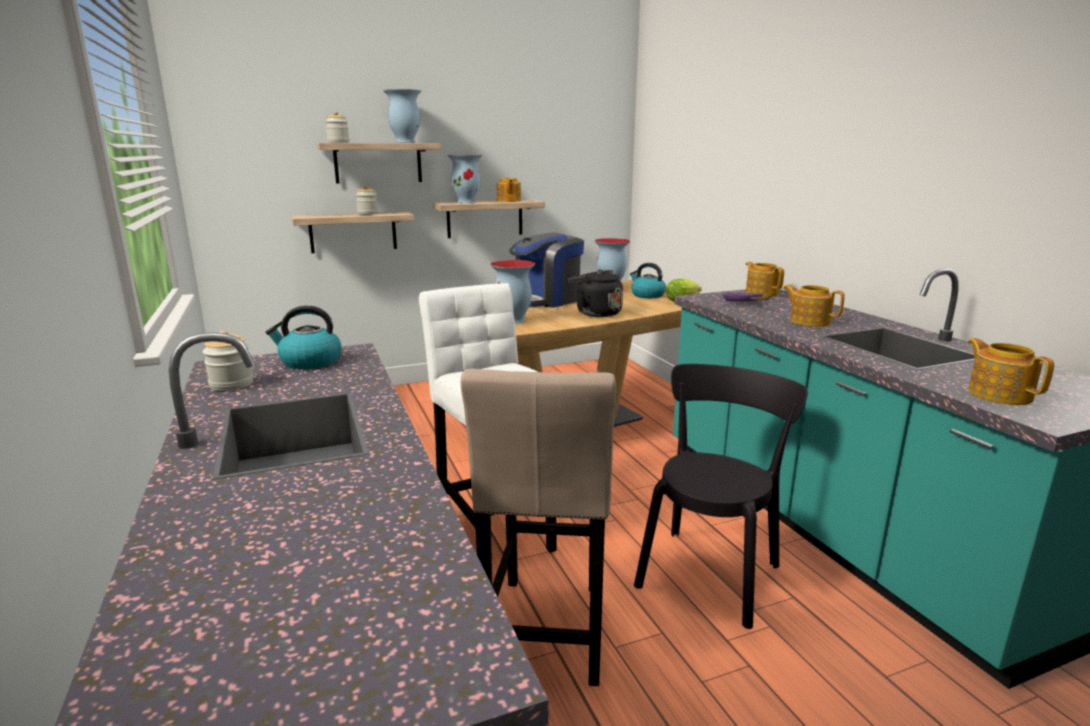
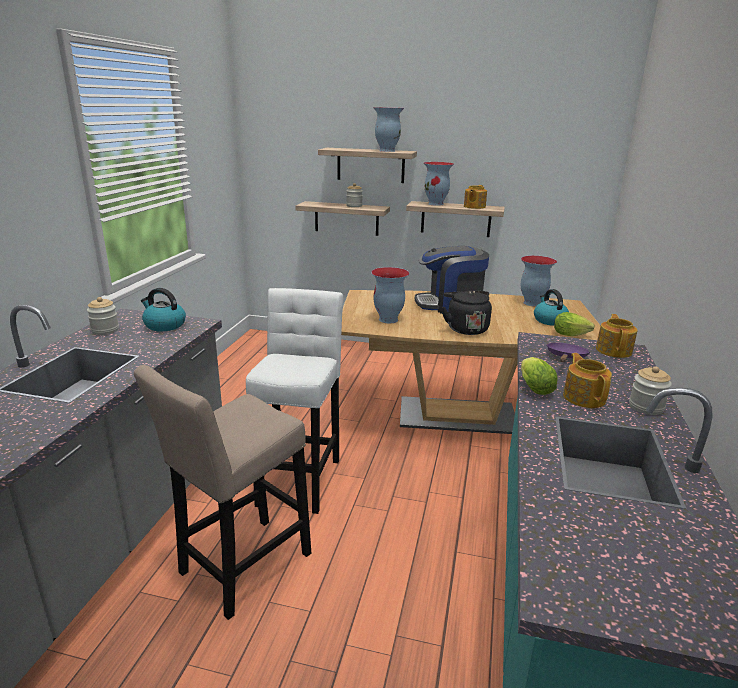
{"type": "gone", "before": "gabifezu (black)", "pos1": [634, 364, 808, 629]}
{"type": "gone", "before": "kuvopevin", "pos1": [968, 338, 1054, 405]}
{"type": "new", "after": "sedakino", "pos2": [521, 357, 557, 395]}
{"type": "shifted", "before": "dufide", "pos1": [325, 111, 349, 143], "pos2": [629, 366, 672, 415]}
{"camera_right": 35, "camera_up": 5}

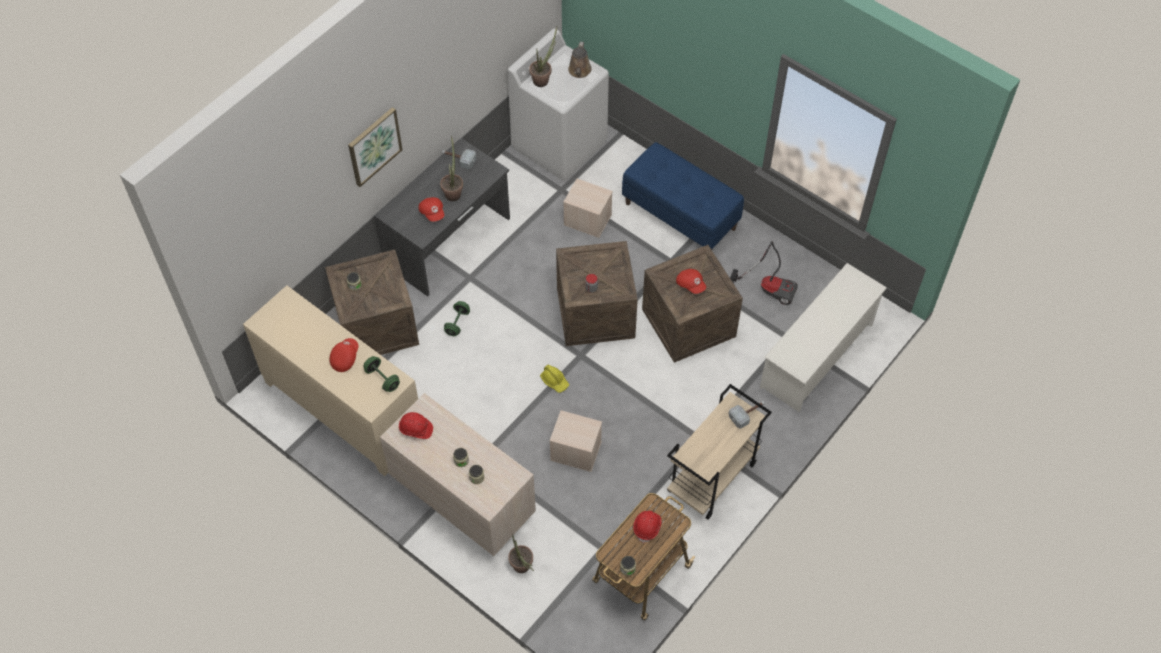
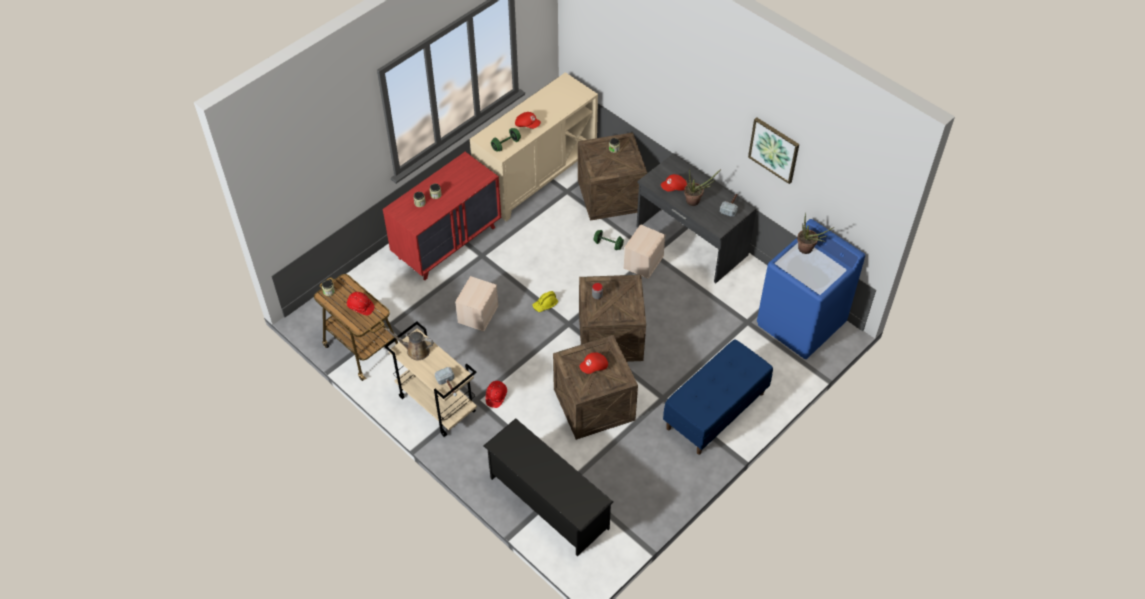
{"type": "gone", "before": "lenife", "pos1": [508, 534, 534, 573]}
{"type": "gone", "before": "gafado", "pos1": [730, 241, 798, 305]}
{"type": "shifted", "before": "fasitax", "pos1": [348, 107, 402, 187], "pos2": [748, 117, 799, 184]}
{"type": "shifted", "before": "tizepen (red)", "pos1": [399, 412, 433, 439], "pos2": [485, 381, 507, 408]}
{"type": "shifted", "before": "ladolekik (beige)", "pos1": [563, 179, 613, 238], "pos2": [624, 224, 666, 279]}
{"type": "shifted", "before": "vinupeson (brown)", "pos1": [568, 42, 592, 78], "pos2": [385, 328, 434, 360]}
{"type": "repainted", "before": "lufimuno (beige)", "after": "lufimuno (red)", "pos1": [380, 393, 536, 556], "pos2": [383, 152, 501, 280]}
{"type": "repainted", "before": "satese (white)", "after": "satese (blue)", "pos1": [508, 28, 609, 181], "pos2": [757, 219, 865, 359]}
{"type": "repainted", "before": "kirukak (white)", "after": "kirukak (black)", "pos1": [760, 263, 887, 412], "pos2": [484, 418, 613, 556]}
{"camera_right": 95, "camera_up": -5}

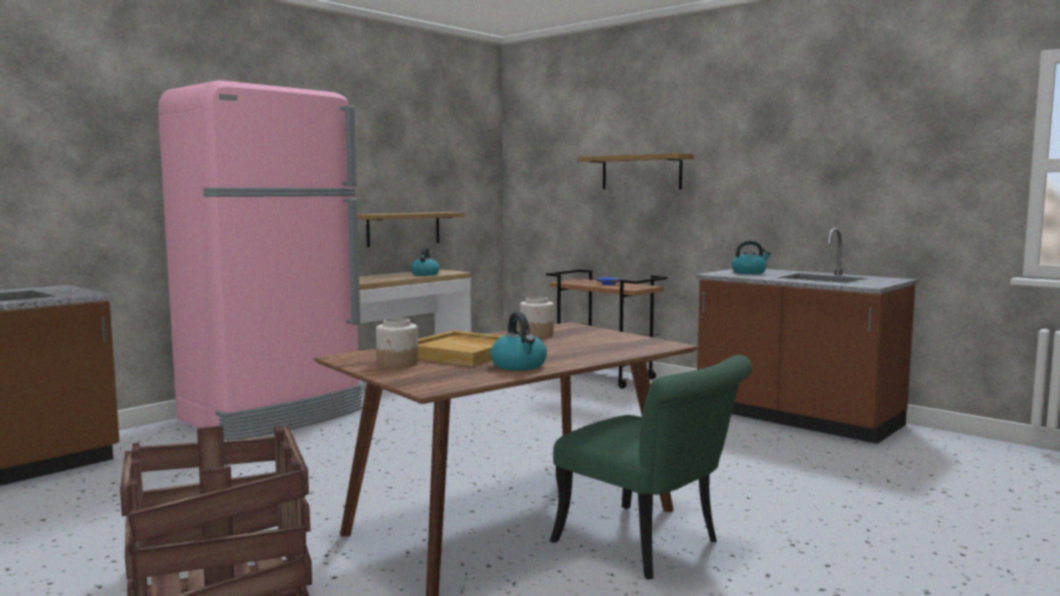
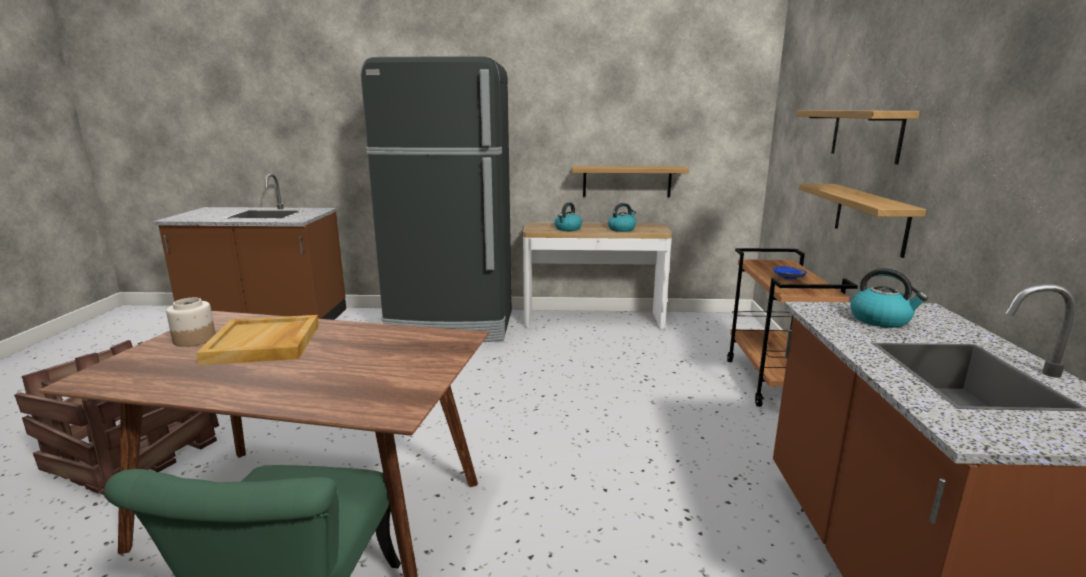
{"type": "gone", "before": "dufide", "pos1": [520, 297, 554, 338]}
{"type": "new", "after": "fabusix", "pos2": [799, 184, 926, 258]}
{"type": "shifted", "before": "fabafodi", "pos1": [490, 312, 547, 371], "pos2": [554, 202, 582, 231]}
{"type": "repainted", "before": "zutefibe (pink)", "after": "zutefibe (black)", "pos1": [158, 80, 362, 440], "pos2": [361, 56, 512, 342]}
{"camera_right": 50, "camera_up": 10}

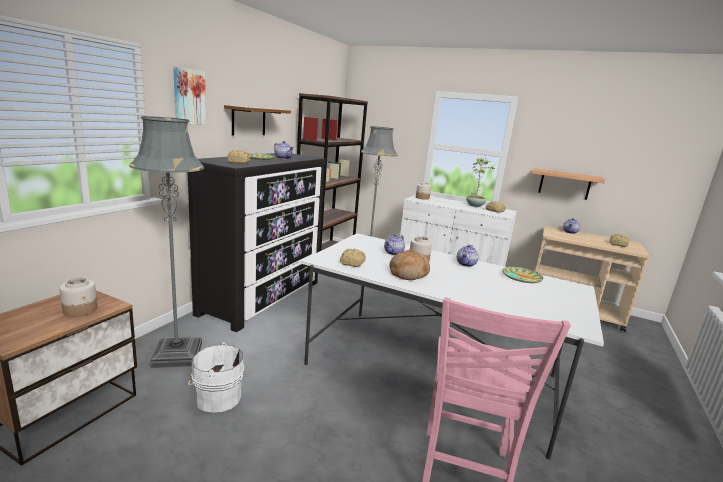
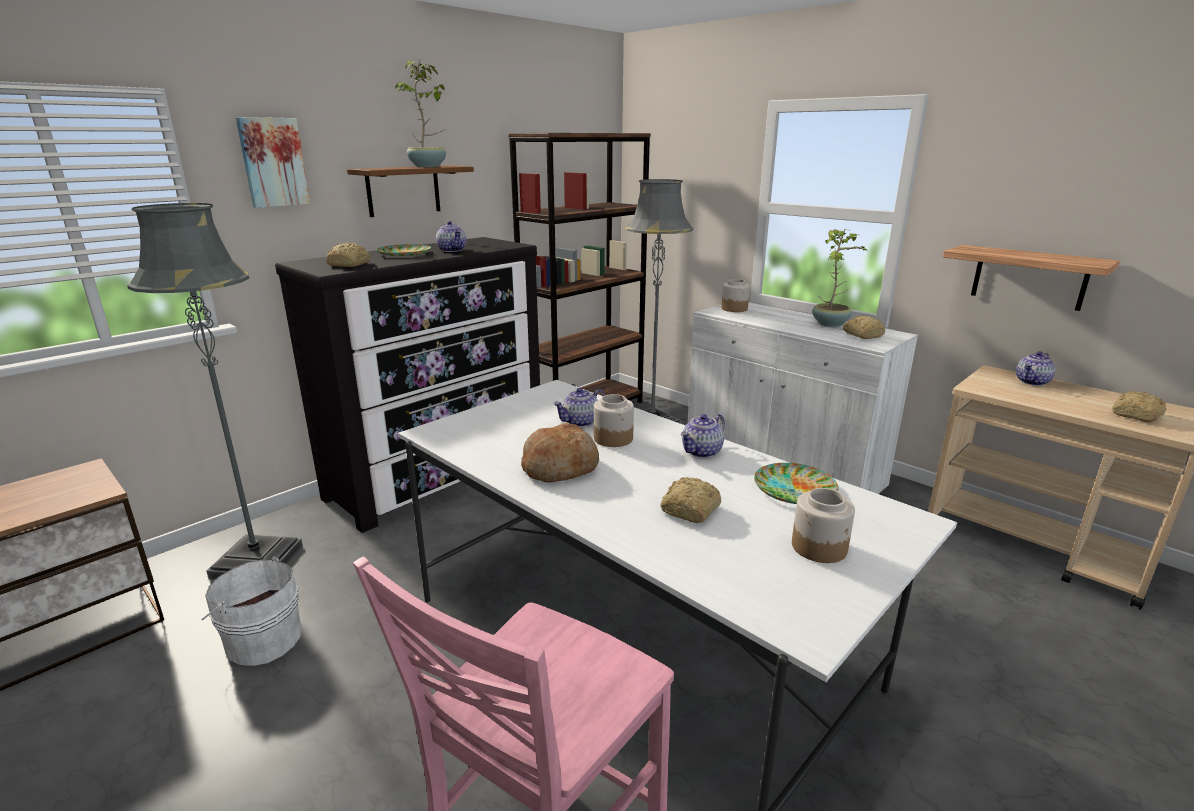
{"type": "new", "after": "lenife", "pos2": [395, 60, 446, 167]}
{"type": "shifted", "before": "dufide", "pos1": [59, 277, 98, 317], "pos2": [792, 488, 855, 563]}
{"type": "shifted", "before": "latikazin", "pos1": [340, 249, 366, 267], "pos2": [660, 477, 721, 523]}
{"camera_right": 20, "camera_up": 5}

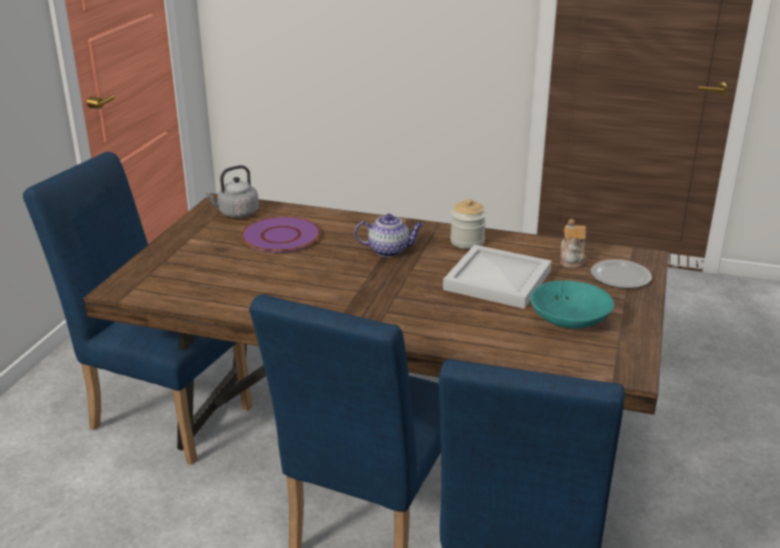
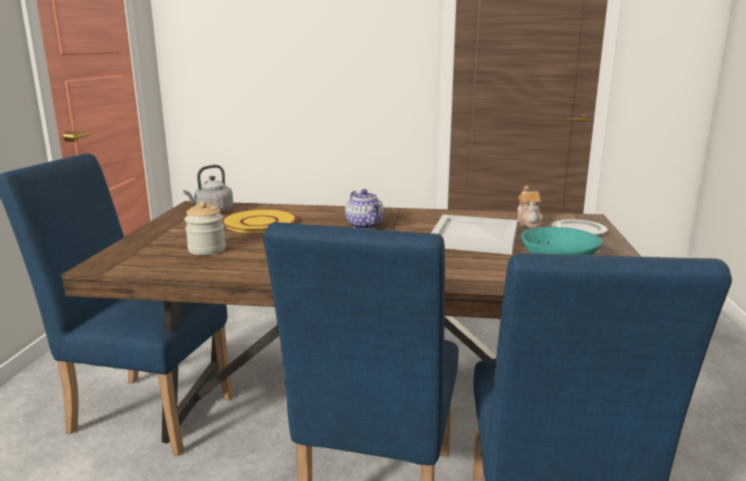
{"type": "shifted", "before": "dufide", "pos1": [450, 199, 486, 249], "pos2": [185, 201, 226, 255]}
{"type": "repainted", "before": "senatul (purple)", "after": "senatul (yellow)", "pos1": [241, 216, 320, 253], "pos2": [222, 209, 297, 233]}
{"type": "rotated", "before": "kuvopevin", "pos1": [354, 214, 423, 257], "pos2": [345, 189, 384, 229], "turn": 75}
{"camera_right": -10, "camera_up": -10}

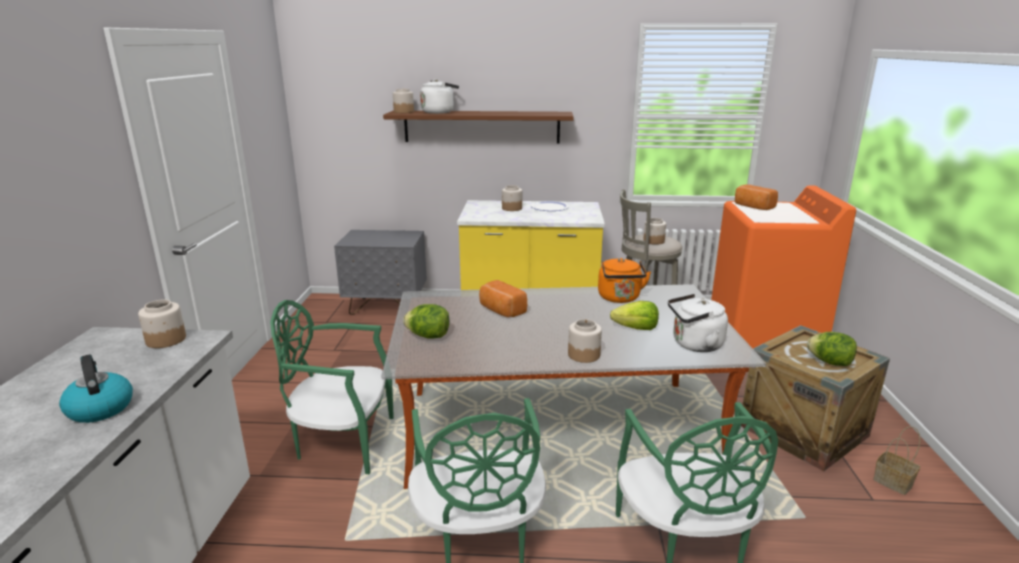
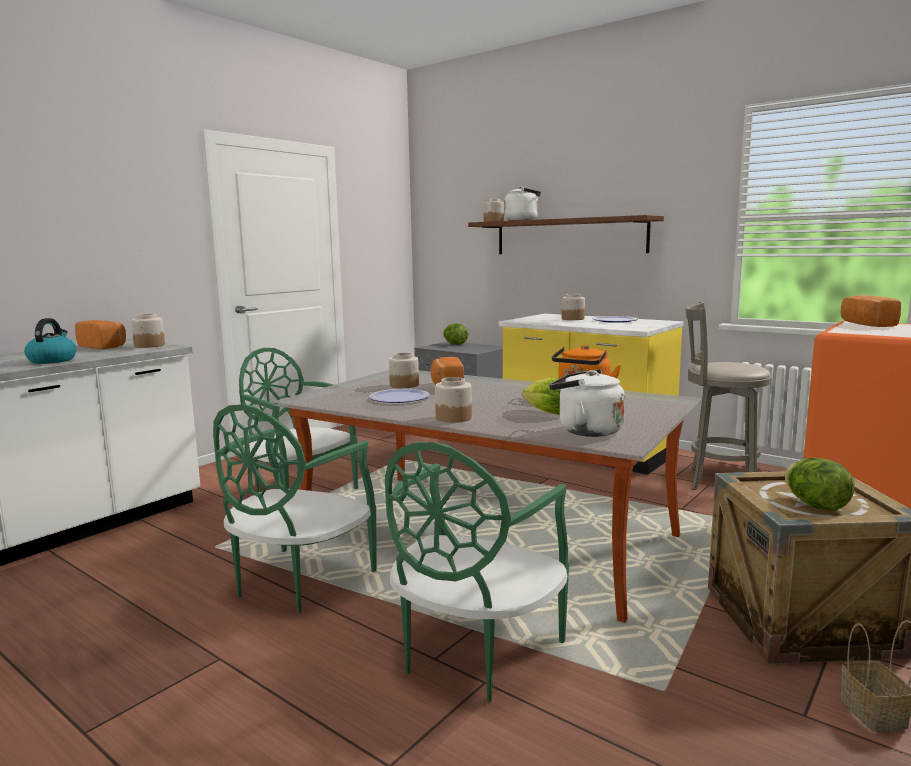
{"type": "new", "after": "latikazin", "pos2": [75, 320, 126, 349]}
{"type": "new", "after": "senatul", "pos2": [369, 389, 430, 403]}
{"type": "shifted", "before": "sedakino", "pos1": [403, 304, 449, 339], "pos2": [443, 323, 468, 345]}
{"type": "shifted", "before": "dufide", "pos1": [643, 218, 666, 245], "pos2": [389, 353, 419, 389]}
{"camera_right": 35, "camera_up": -10}

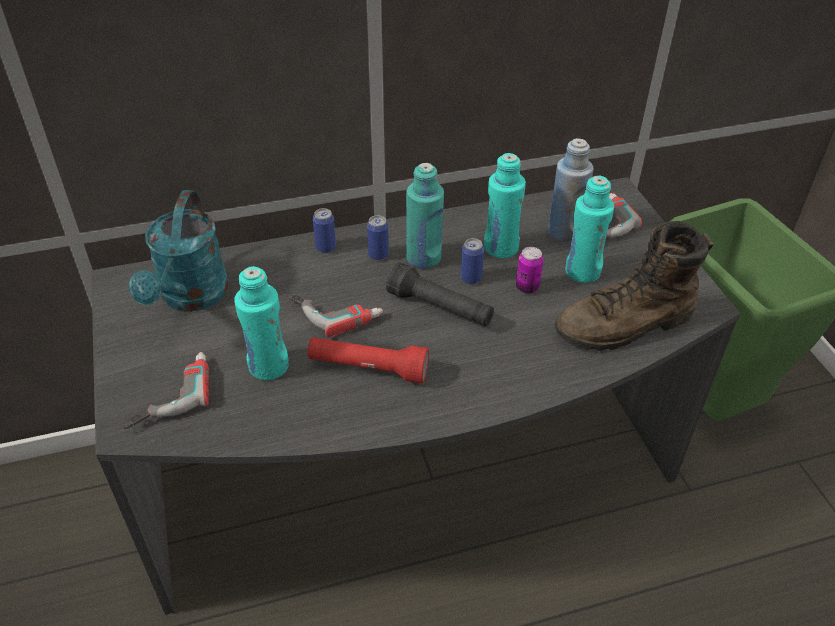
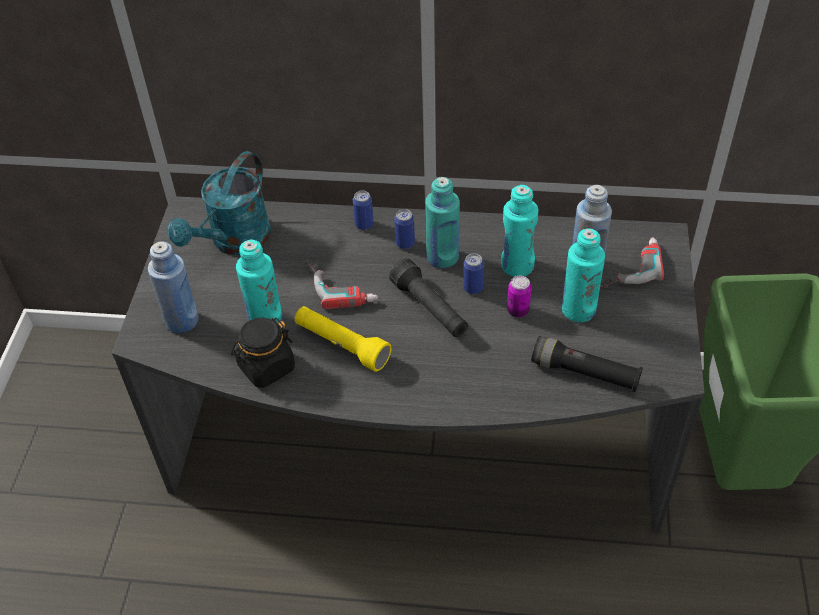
{"type": "new", "after": "dufide (black)", "pos2": [231, 318, 295, 388]}
{"type": "swapped", "before": "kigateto", "after": "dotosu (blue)", "pos1": [123, 352, 209, 429], "pos2": [148, 241, 199, 333]}
{"type": "swapped", "before": "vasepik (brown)", "after": "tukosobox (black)", "pos1": [555, 221, 713, 351], "pos2": [531, 336, 643, 392]}
{"type": "repainted", "before": "tukosobox (red)", "after": "tukosobox (yellow)", "pos1": [308, 337, 429, 384], "pos2": [295, 306, 391, 372]}
{"camera_right": 25, "camera_up": 5}

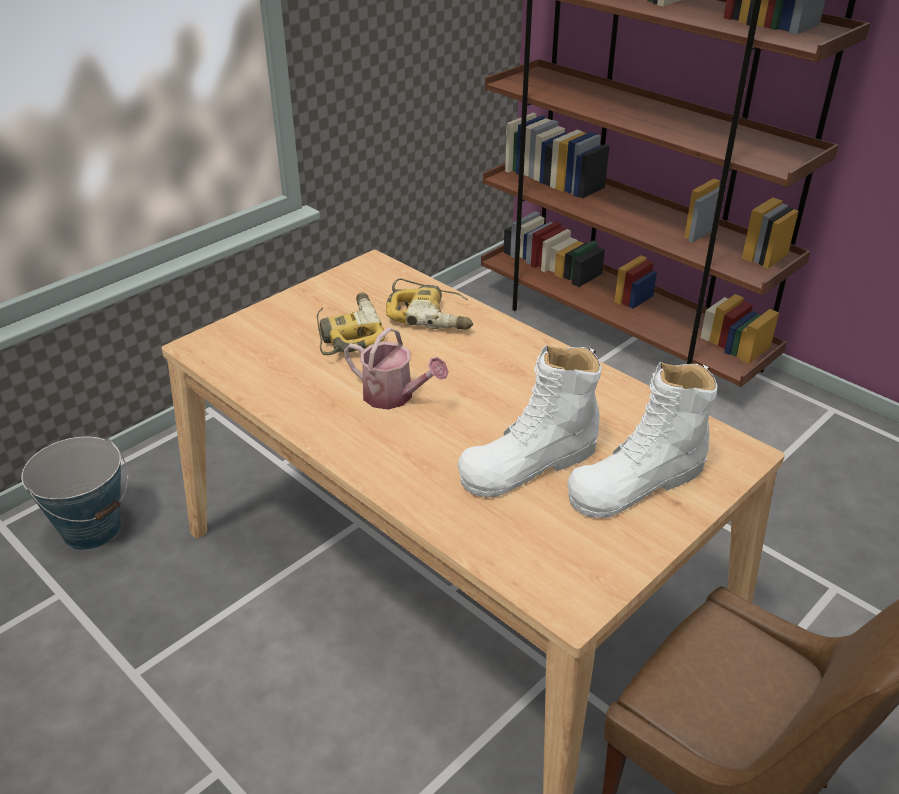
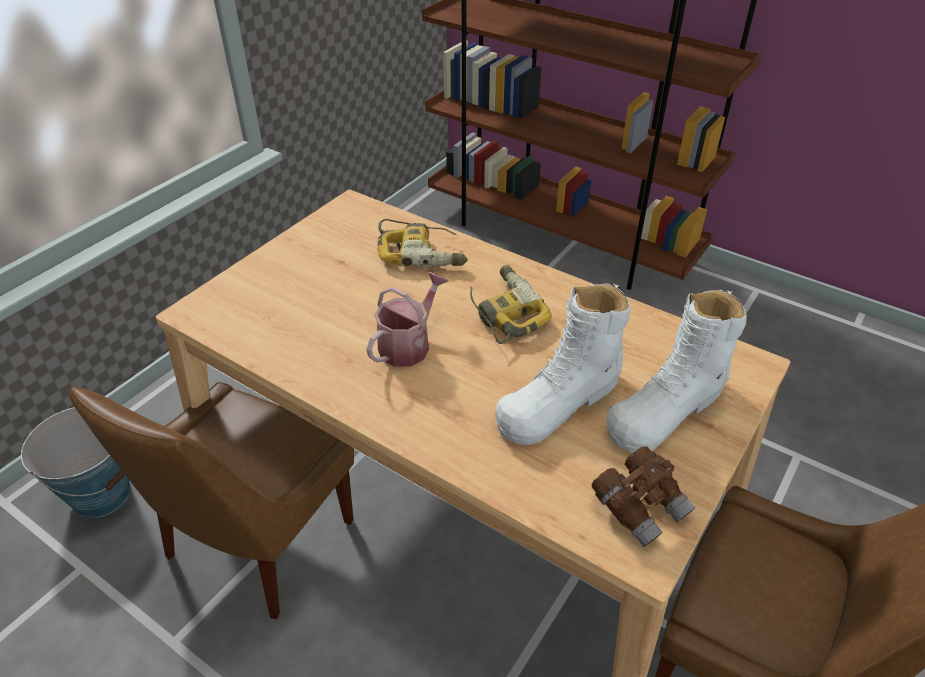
{"type": "new", "after": "gabifezu (brown)", "pos2": [69, 382, 354, 619]}
{"type": "new", "after": "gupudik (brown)", "pos2": [592, 446, 695, 547]}
{"type": "shifted", "before": "kigateto", "pos1": [317, 292, 385, 355], "pos2": [470, 265, 552, 344]}
{"type": "rotated", "before": "vinupeson", "pos1": [344, 328, 449, 410], "pos2": [366, 272, 448, 367], "turn": -75}
{"camera_right": -10, "camera_up": 5}

